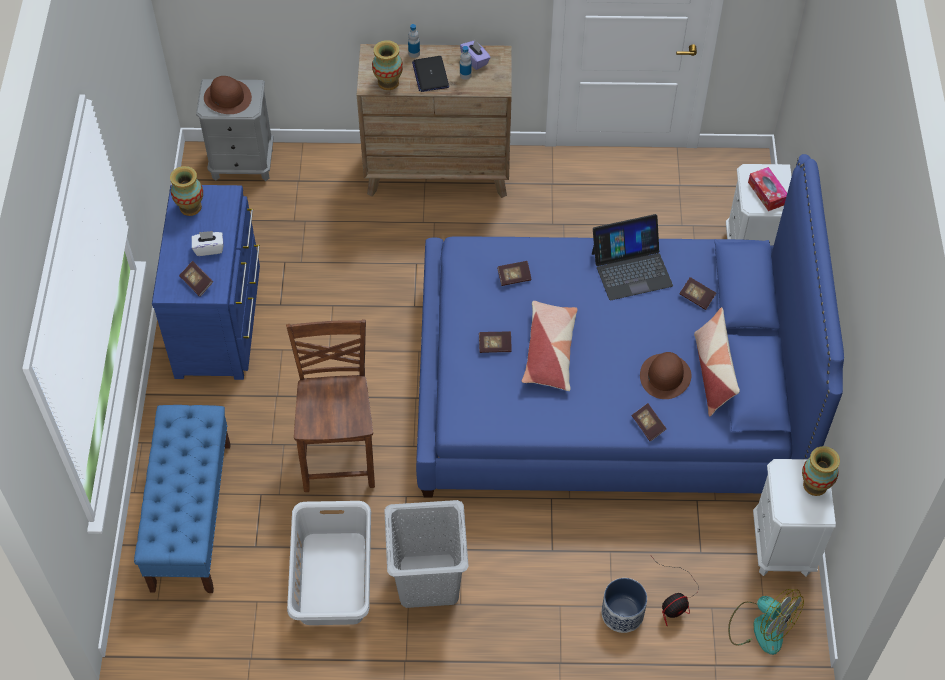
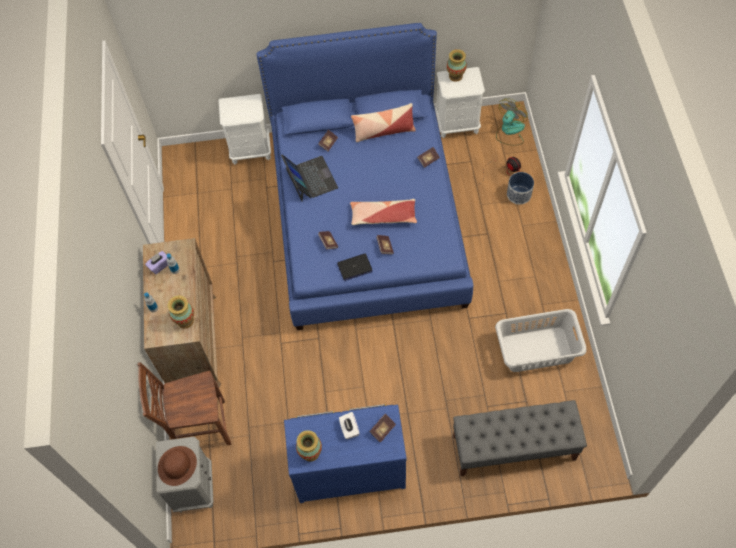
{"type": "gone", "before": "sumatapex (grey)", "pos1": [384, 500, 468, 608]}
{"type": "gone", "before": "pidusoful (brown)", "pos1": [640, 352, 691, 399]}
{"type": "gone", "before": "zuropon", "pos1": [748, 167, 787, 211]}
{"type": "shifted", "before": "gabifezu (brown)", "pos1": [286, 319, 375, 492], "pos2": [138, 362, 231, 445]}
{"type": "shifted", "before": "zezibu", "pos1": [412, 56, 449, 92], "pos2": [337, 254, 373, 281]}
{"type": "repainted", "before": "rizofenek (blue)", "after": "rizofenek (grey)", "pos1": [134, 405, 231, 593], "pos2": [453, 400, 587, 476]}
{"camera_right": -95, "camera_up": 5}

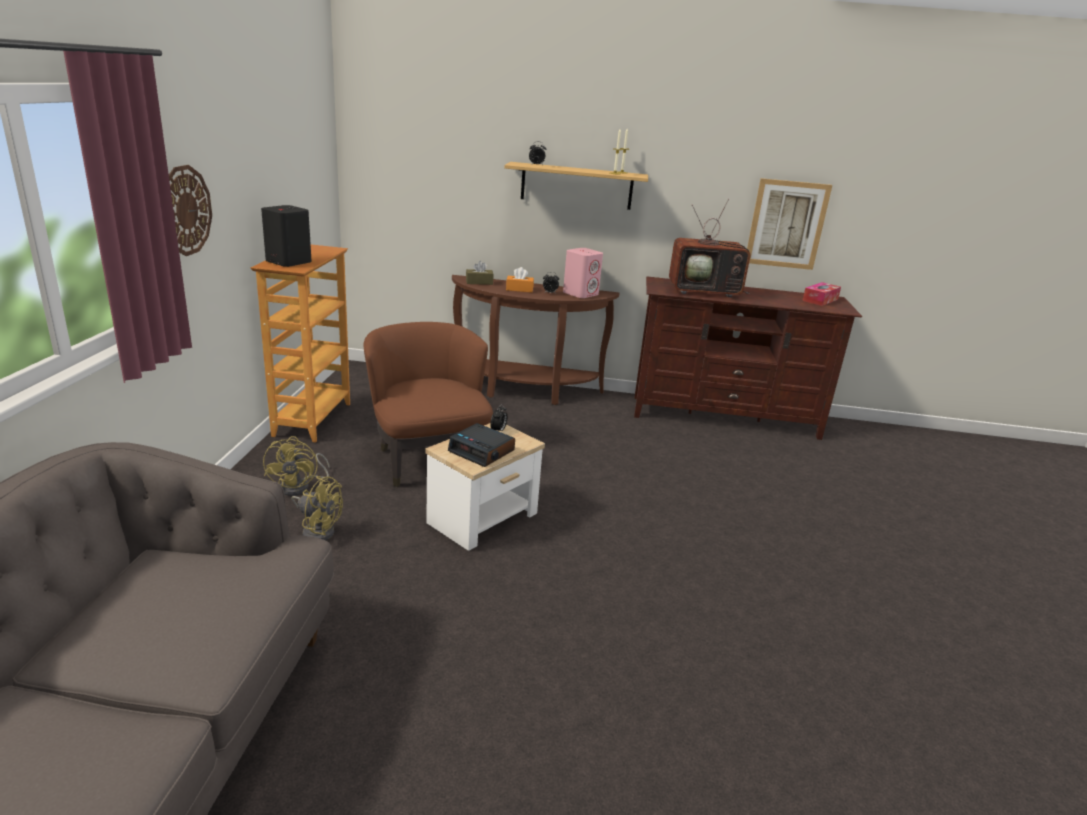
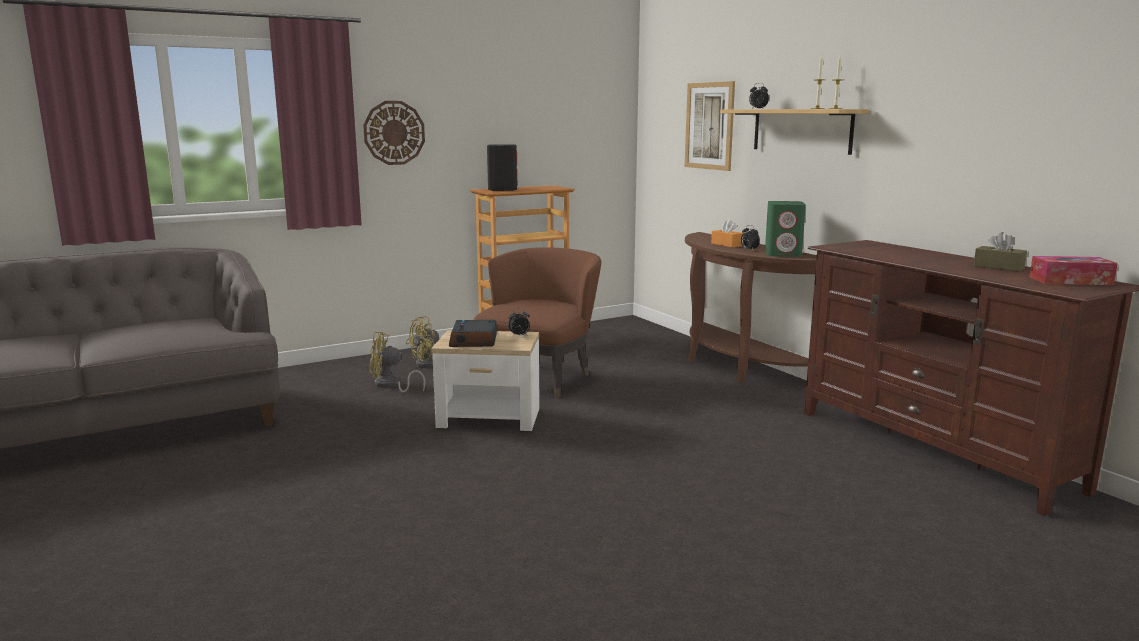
{"type": "gone", "before": "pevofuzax", "pos1": [669, 199, 750, 297]}
{"type": "shifted", "before": "zuropon (brown)", "pos1": [466, 261, 494, 285], "pos2": [974, 232, 1027, 271]}
{"type": "shifted", "before": "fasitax", "pos1": [747, 178, 832, 270], "pos2": [685, 81, 735, 171]}
{"type": "repainted", "before": "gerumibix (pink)", "after": "gerumibix (green)", "pos1": [563, 248, 603, 298], "pos2": [765, 201, 806, 257]}
{"type": "rotated", "before": "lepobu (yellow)", "pos1": [291, 476, 343, 541], "pos2": [370, 331, 426, 393], "turn": 105}
{"camera_right": 55, "camera_up": -10}

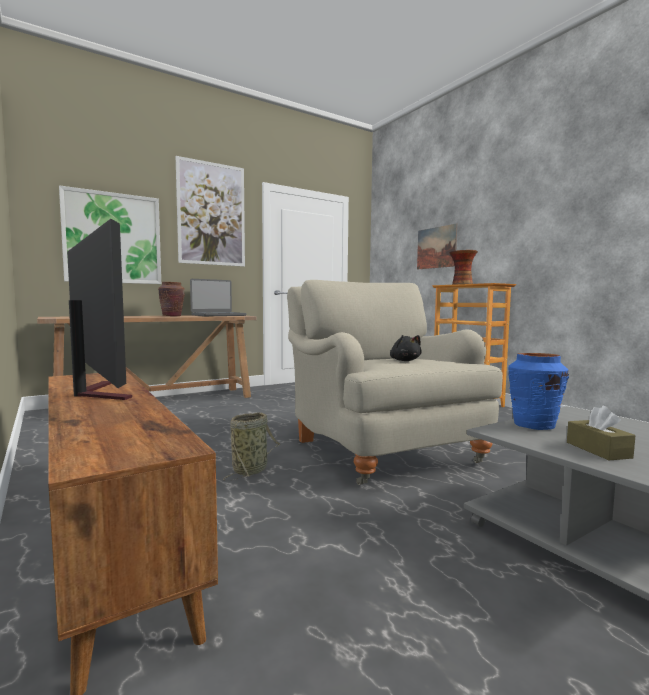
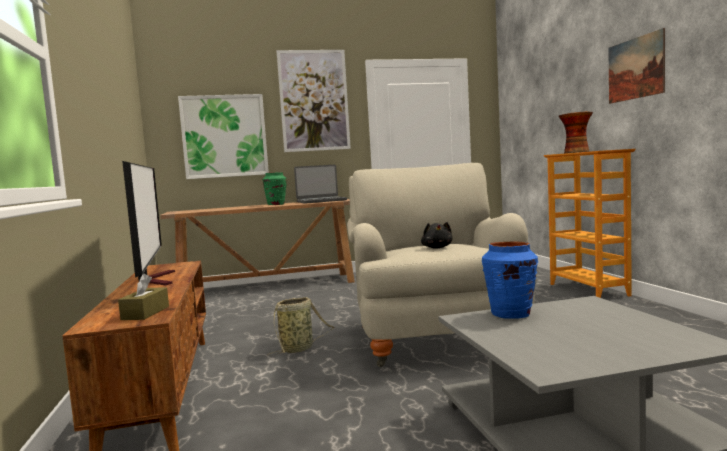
{"type": "shifted", "before": "fasitax", "pos1": [417, 223, 457, 270], "pos2": [608, 28, 665, 104]}
{"type": "shifted", "before": "zuropon (brown)", "pos1": [567, 405, 635, 460], "pos2": [118, 273, 169, 320]}
{"type": "repainted", "before": "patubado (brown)", "after": "patubado (green)", "pos1": [158, 282, 185, 316], "pos2": [263, 172, 287, 205]}
{"camera_right": 20, "camera_up": 0}

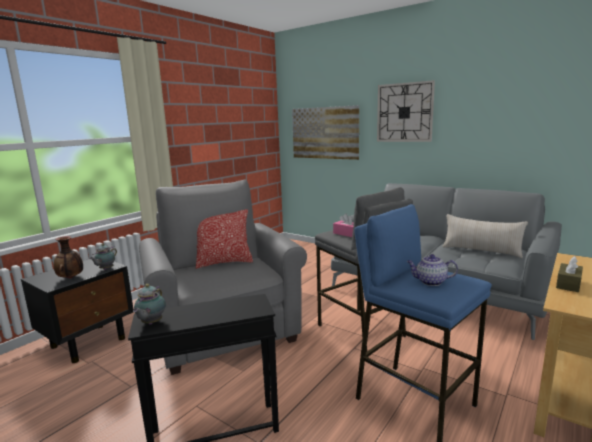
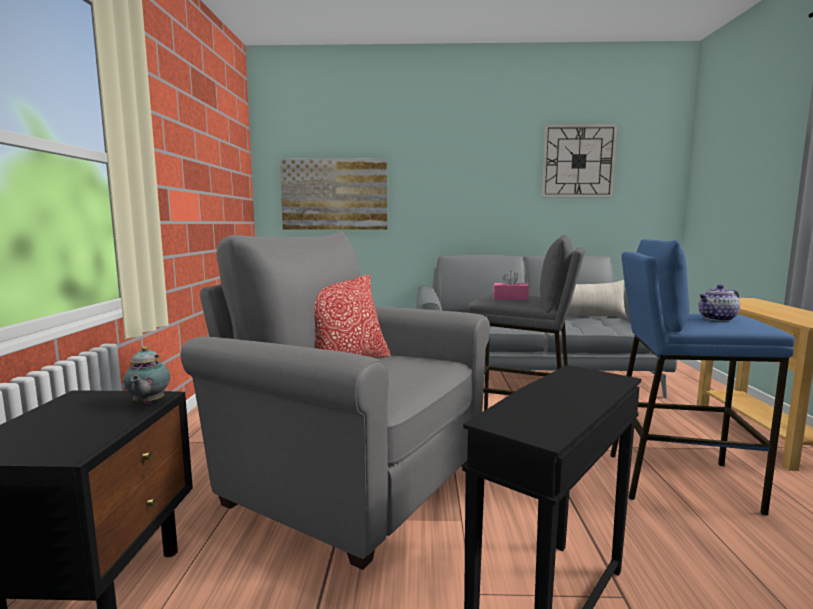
{"type": "gone", "before": "patubado", "pos1": [54, 236, 83, 279]}
{"type": "gone", "before": "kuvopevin", "pos1": [133, 284, 166, 325]}
{"type": "gone", "before": "zuropon (brown)", "pos1": [556, 256, 583, 292]}
{"type": "shifted", "before": "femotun", "pos1": [377, 80, 435, 142], "pos2": [542, 124, 617, 197]}
{"camera_right": -35, "camera_up": -5}

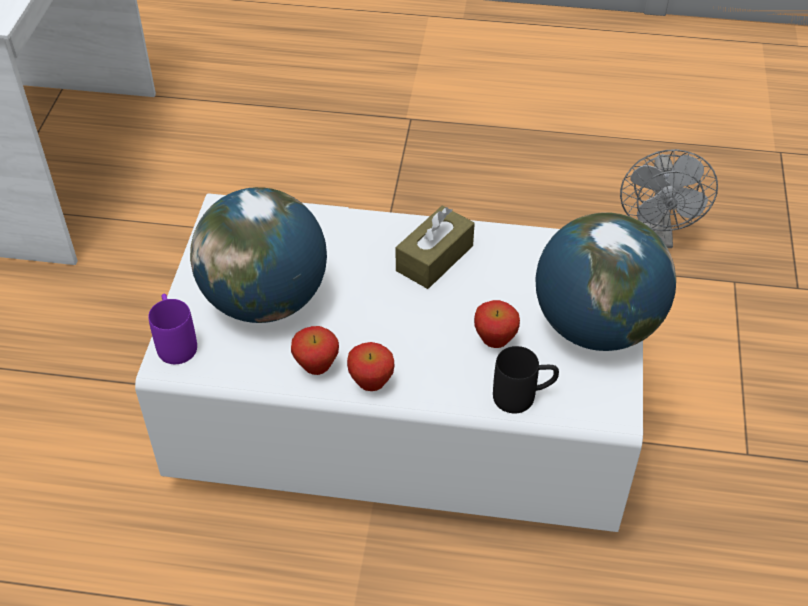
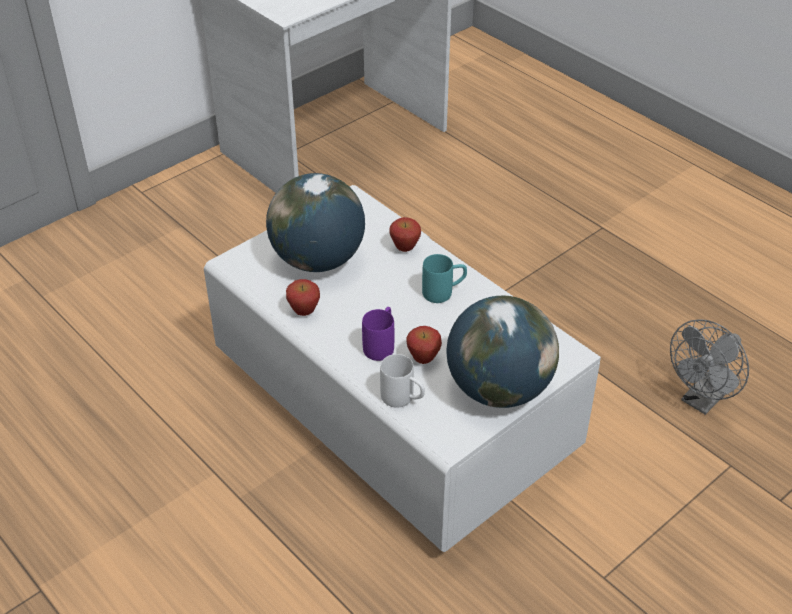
{"type": "shifted", "before": "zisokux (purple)", "pos1": [148, 294, 197, 364], "pos2": [362, 307, 394, 361]}
{"type": "shifted", "before": "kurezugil", "pos1": [347, 342, 394, 391], "pos2": [389, 217, 421, 252]}
{"type": "swapped", "before": "zuropon (brown)", "after": "zisokux (turquoise)", "pos1": [396, 206, 475, 289], "pos2": [422, 254, 467, 303]}
{"type": "repainted", "before": "zisokux (black)", "after": "zisokux (white)", "pos1": [493, 346, 559, 413], "pos2": [380, 354, 425, 408]}
{"camera_right": 40, "camera_up": -5}

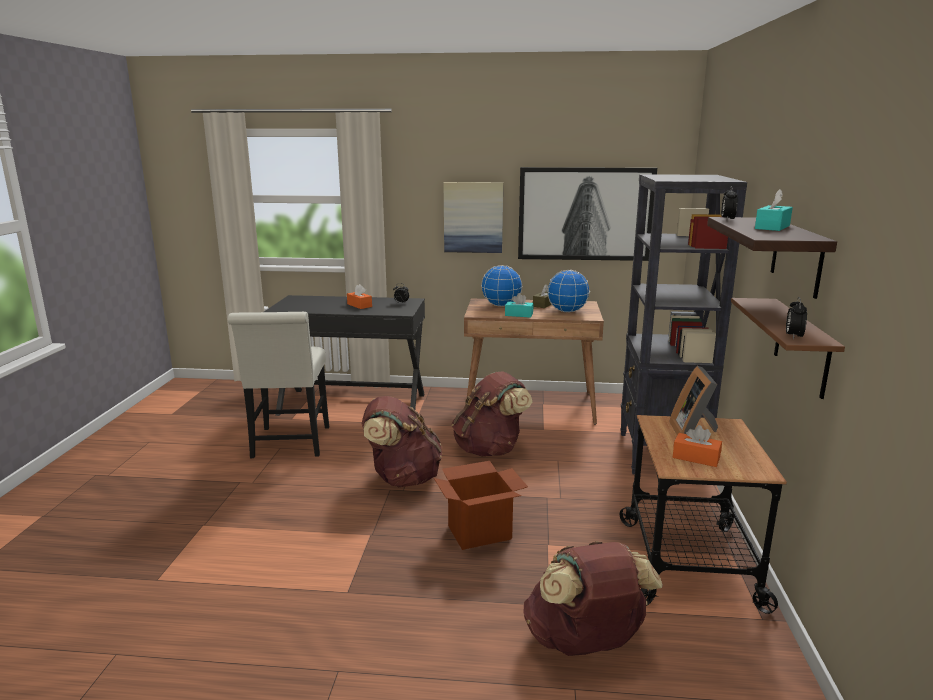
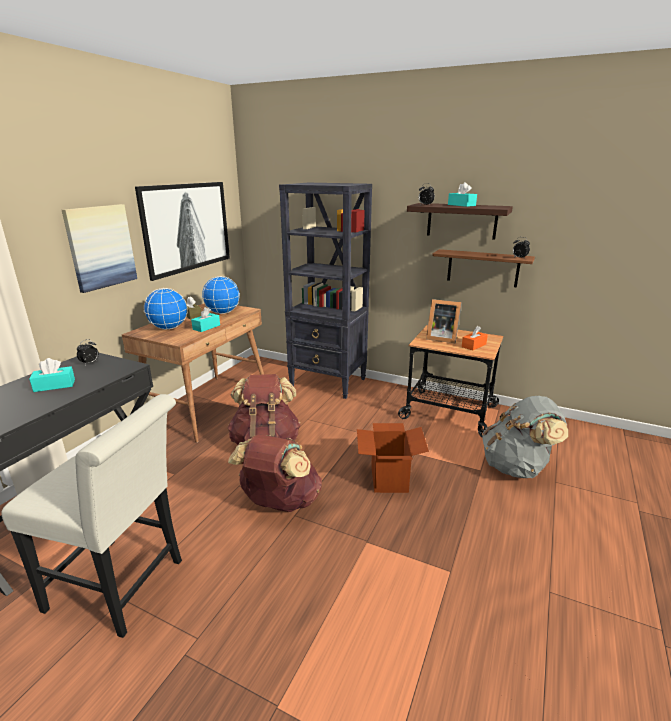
{"type": "repainted", "before": "zuropon (orange)", "after": "zuropon (turquoise)", "pos1": [347, 284, 372, 309], "pos2": [29, 358, 75, 392]}
{"type": "repainted", "before": "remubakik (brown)", "after": "remubakik (grey)", "pos1": [523, 541, 663, 656], "pos2": [482, 396, 568, 478]}
{"camera_right": -70, "camera_up": 5}

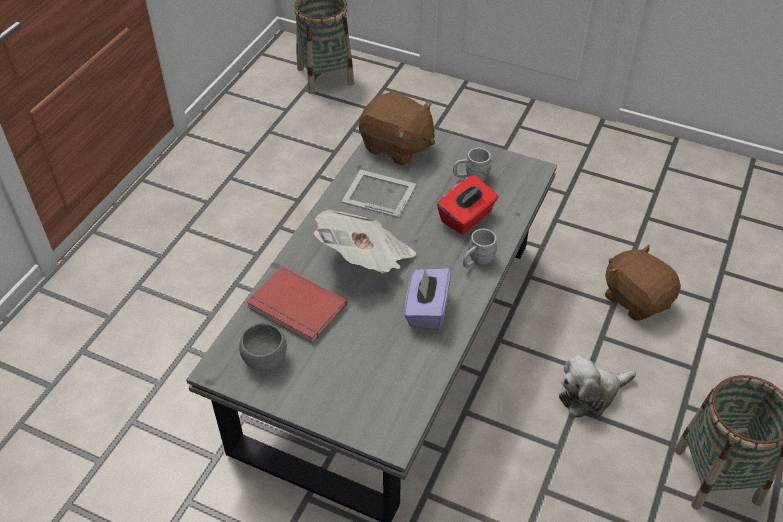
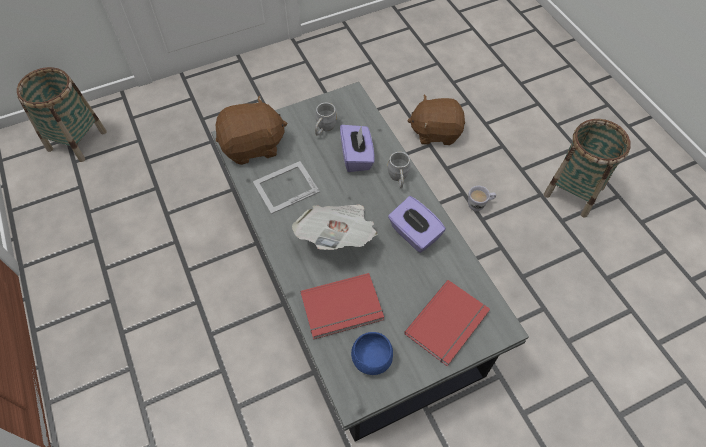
{"type": "new", "after": "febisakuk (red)", "pos2": [404, 280, 490, 366]}
{"type": "swapped", "before": "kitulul", "after": "zisokux (white)", "pos1": [559, 355, 636, 418], "pos2": [468, 186, 496, 211]}
{"type": "repainted", "before": "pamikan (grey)", "after": "pamikan (blue)", "pos1": [239, 323, 287, 371], "pos2": [351, 332, 393, 375]}
{"type": "repainted", "before": "zuropon (red)", "after": "zuropon (purple)", "pos1": [437, 175, 498, 235], "pos2": [340, 125, 375, 172]}
{"camera_right": -50, "camera_up": 10}

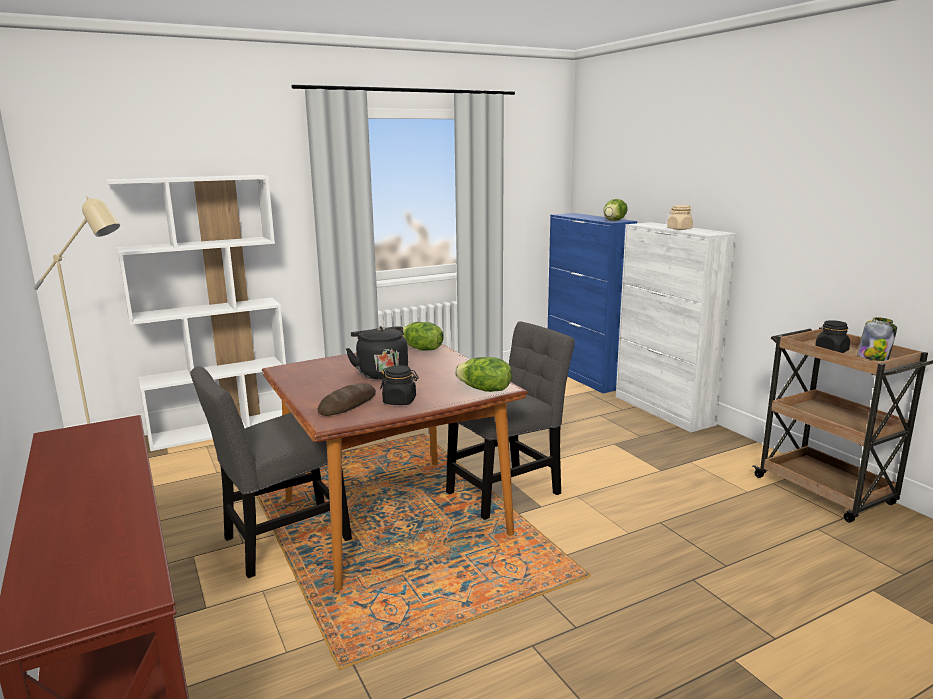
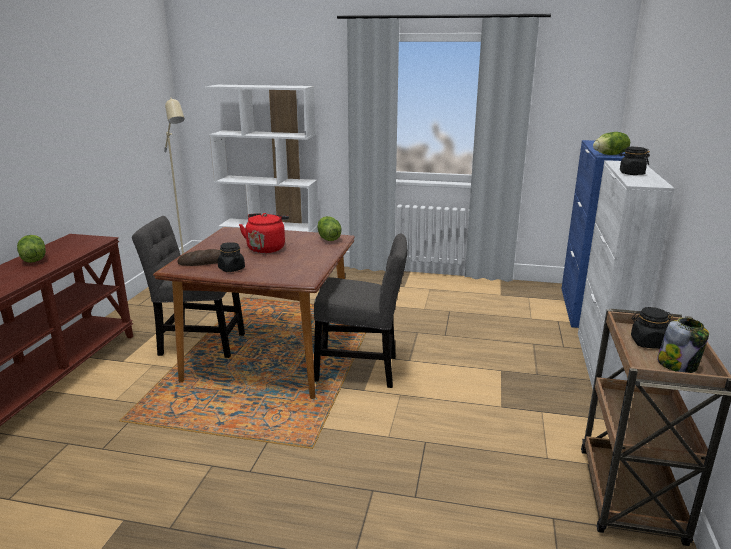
{"type": "shifted", "before": "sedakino", "pos1": [455, 357, 512, 392], "pos2": [17, 235, 46, 263]}
{"type": "repainted", "before": "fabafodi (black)", "after": "fabafodi (red)", "pos1": [346, 326, 408, 380], "pos2": [239, 213, 289, 253]}
{"type": "repainted", "before": "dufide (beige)", "after": "dufide (black)", "pos1": [667, 205, 693, 230], "pos2": [619, 147, 650, 175]}
{"camera_right": 40, "camera_up": 5}

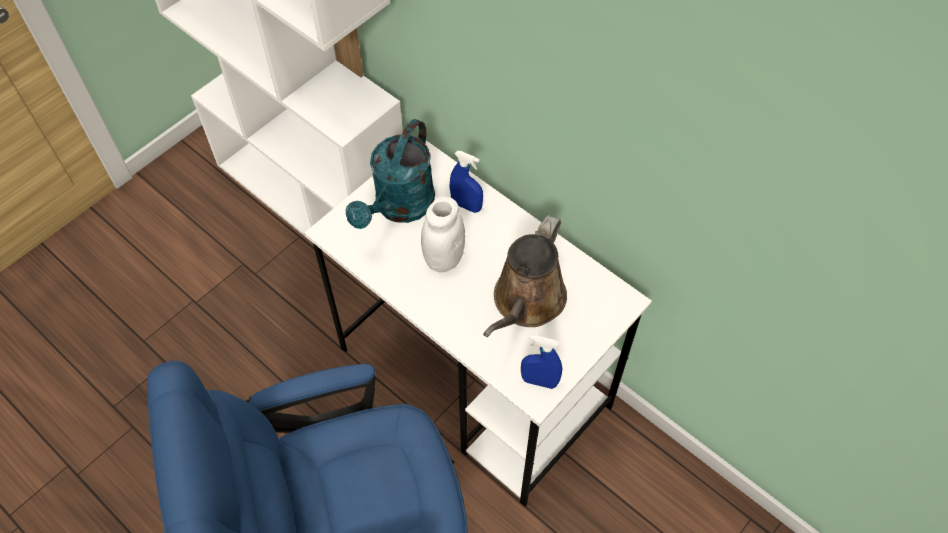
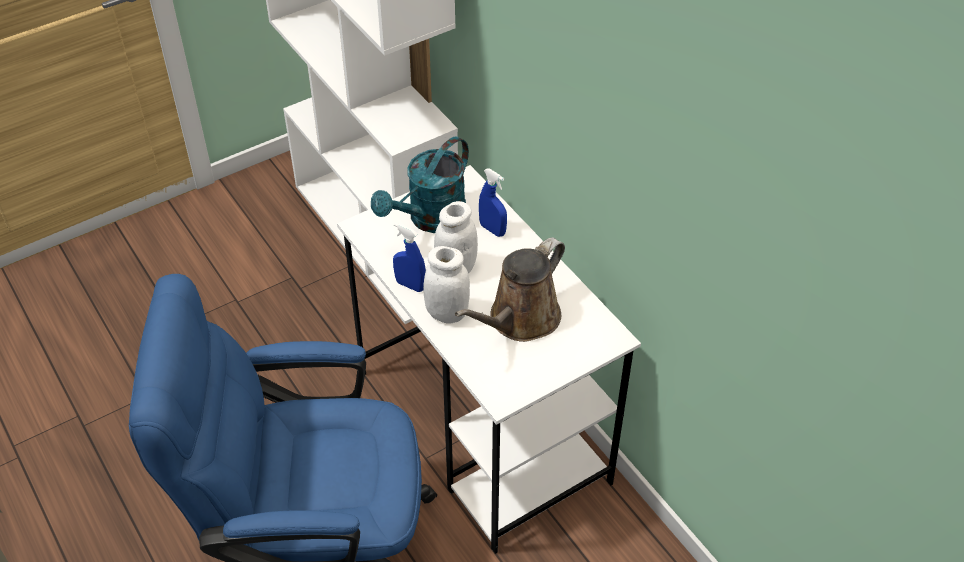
{"type": "new", "after": "dufide (white)", "pos2": [423, 246, 470, 323]}
{"type": "shifted", "before": "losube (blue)", "pos1": [521, 334, 562, 389], "pos2": [393, 223, 426, 292]}
{"camera_right": 15, "camera_up": -10}

